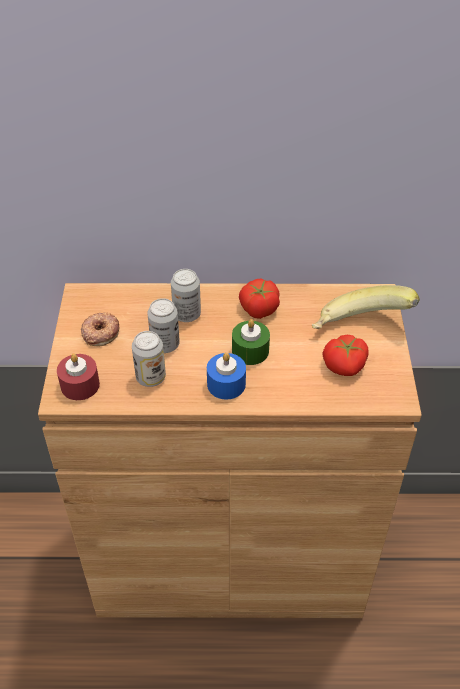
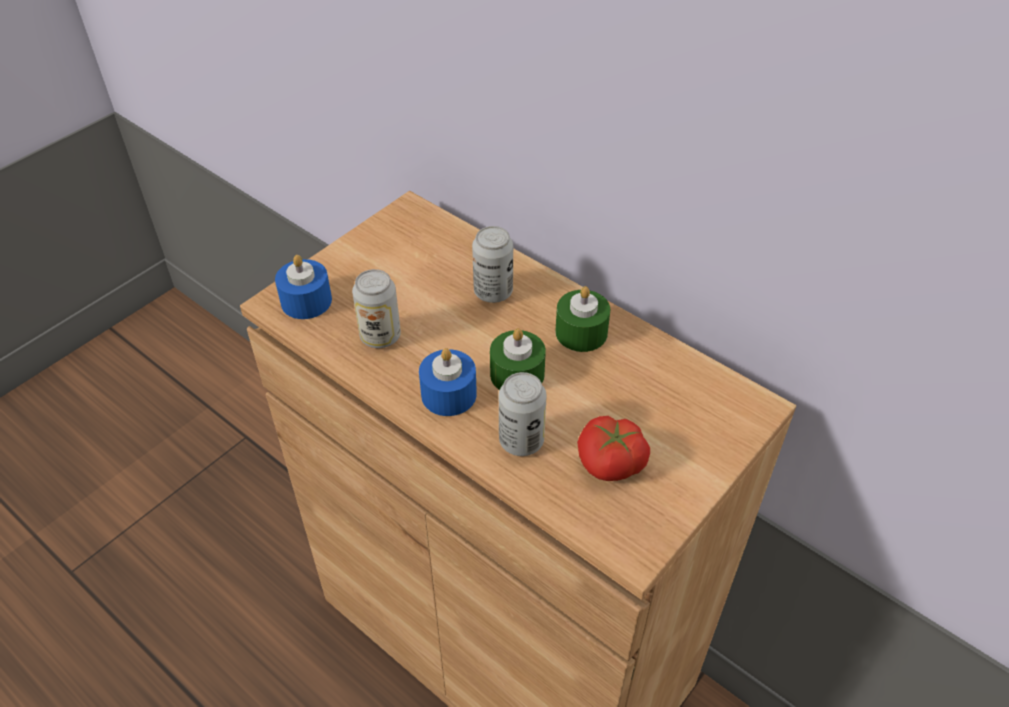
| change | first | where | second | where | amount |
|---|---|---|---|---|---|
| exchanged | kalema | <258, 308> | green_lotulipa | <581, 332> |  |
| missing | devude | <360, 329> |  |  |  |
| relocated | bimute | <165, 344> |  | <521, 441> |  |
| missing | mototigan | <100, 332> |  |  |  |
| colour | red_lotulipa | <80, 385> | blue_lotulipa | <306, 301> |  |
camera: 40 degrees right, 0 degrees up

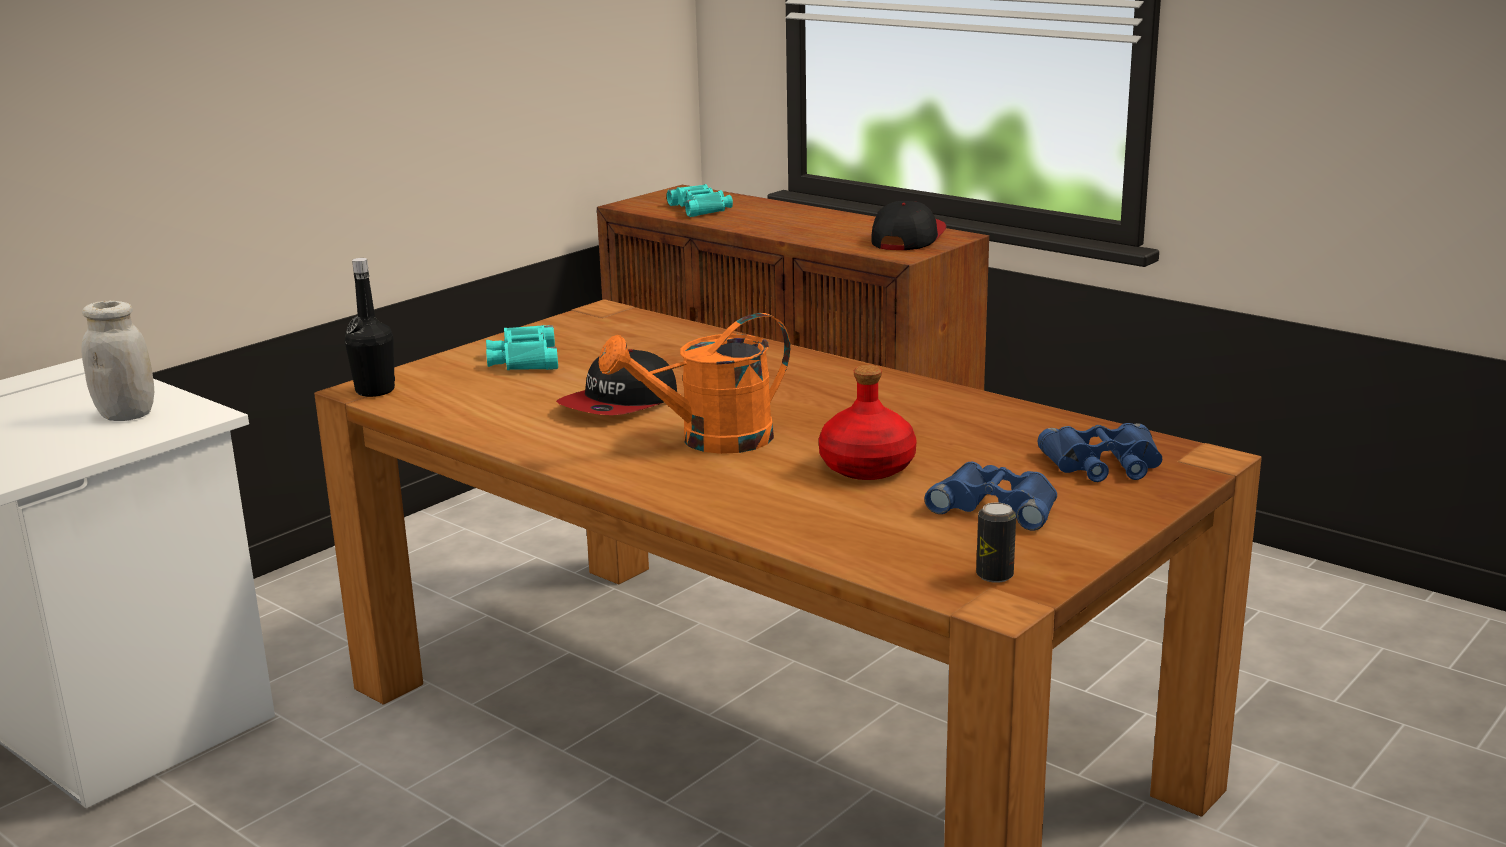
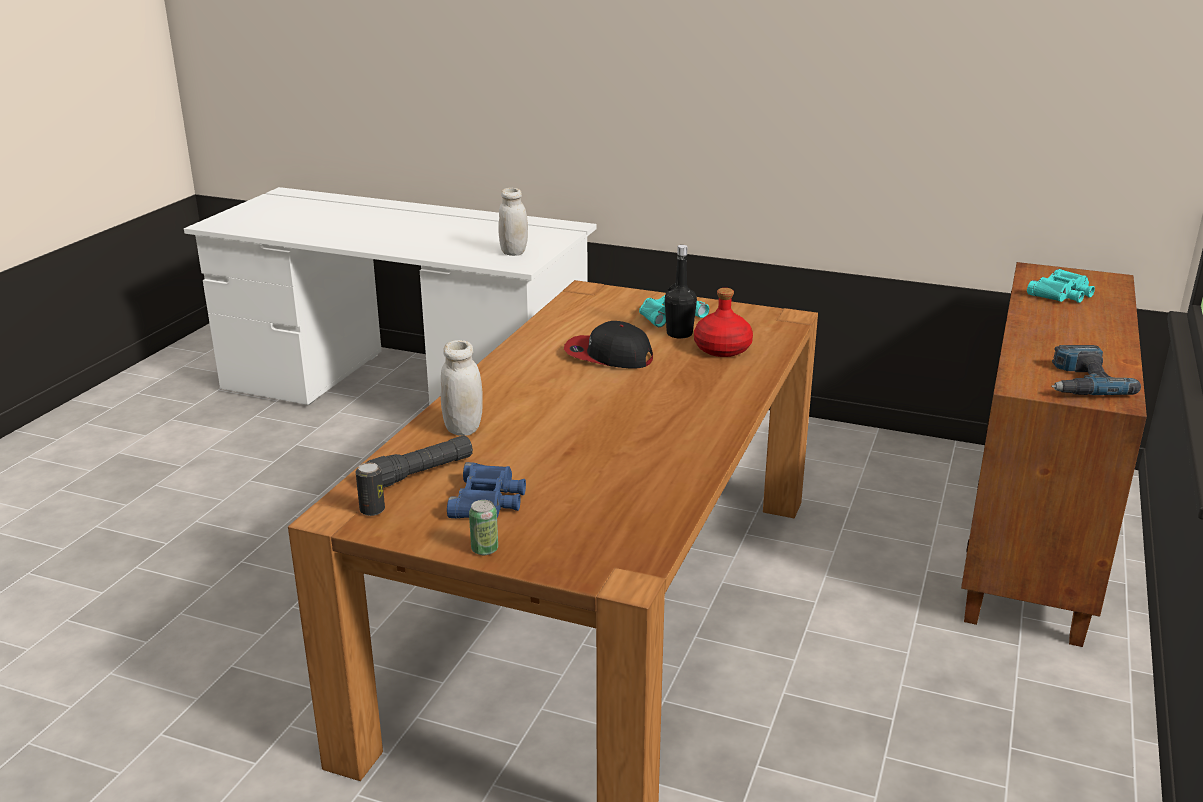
| change | first | where | second | where | amount |
|---|---|---|---|---|---|
| exchanged | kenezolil | <907, 238> | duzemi | <1080, 382> |  |
| relocated | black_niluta | <375, 391> |  | <679, 334> |  |
| missing | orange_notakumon | <711, 441> |  |  |  |
| relocated | red_niluta | <867, 467> |  | <723, 349> |  |
| missing | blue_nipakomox | <1103, 464> |  |  |  |
| appeared |  |  | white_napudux | <463, 428> |  |
| appeared |  |  | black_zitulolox | <420, 473> |  |
| appeared |  |  | bimute | <484, 549> |  |
camera: 70 degrees right, 5 degrees up

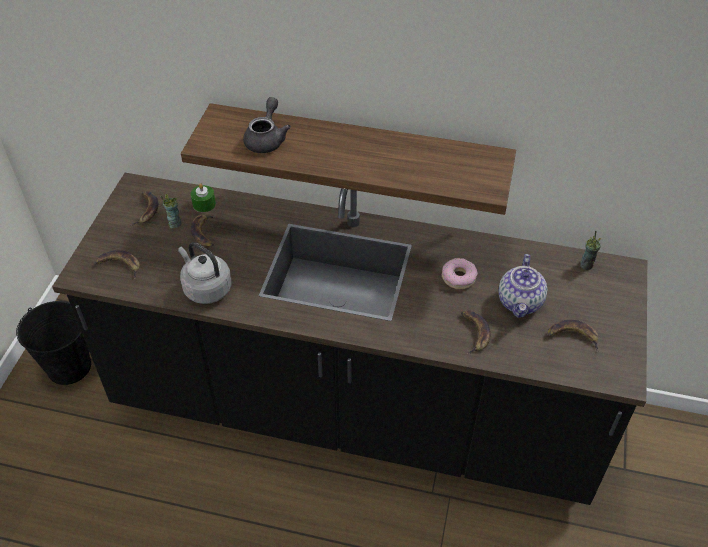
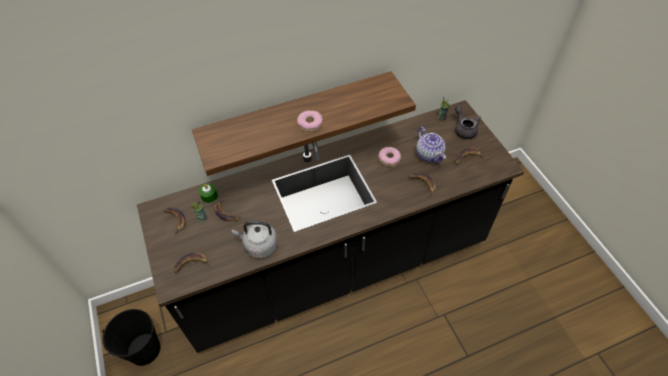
| change | first | where | second | where | amount |
|---|---|---|---|---|---|
| relocated | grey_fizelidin | <266, 139> |  | <464, 129> |  |
| appeared |  |  | mototigan | <310, 124> |  |
camera: 35 degrees left, 5 degrees up

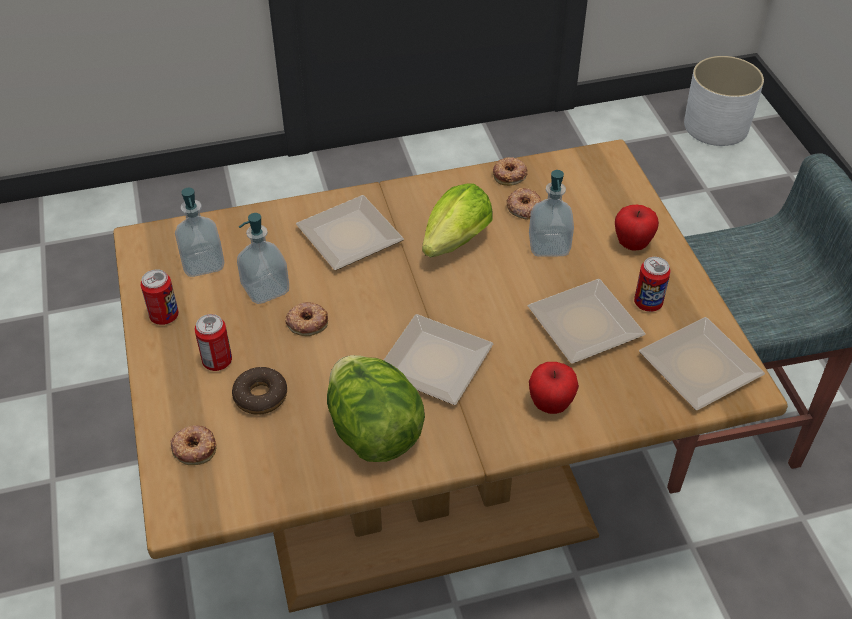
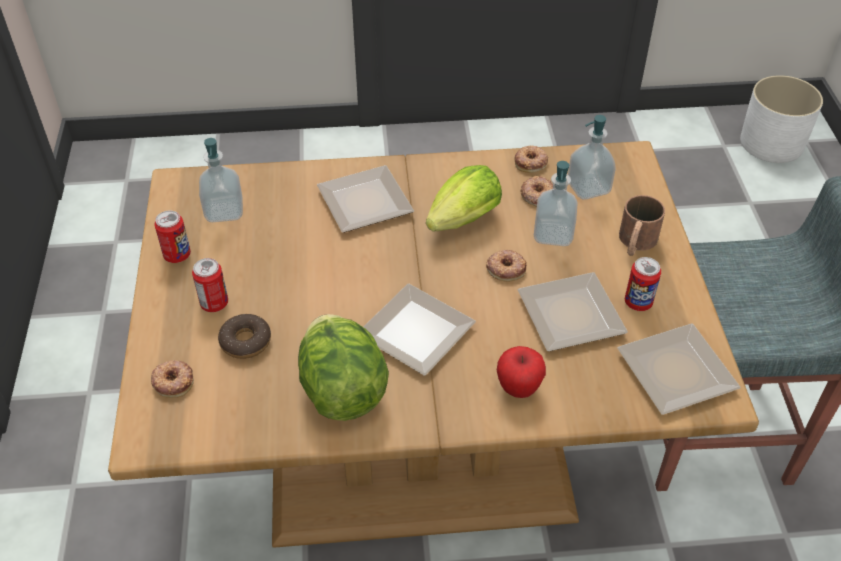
| change | first | where | second | where | amount |
|---|---|---|---|---|---|
| exchanged | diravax | <632, 244> | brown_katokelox | <635, 243> |  |
| relocated | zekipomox | <265, 289> |  | <588, 188> |  |
| relocated | mototigan | <307, 322> |  | <506, 268> |  |
camera: 10 degrees right, 0 degrees up

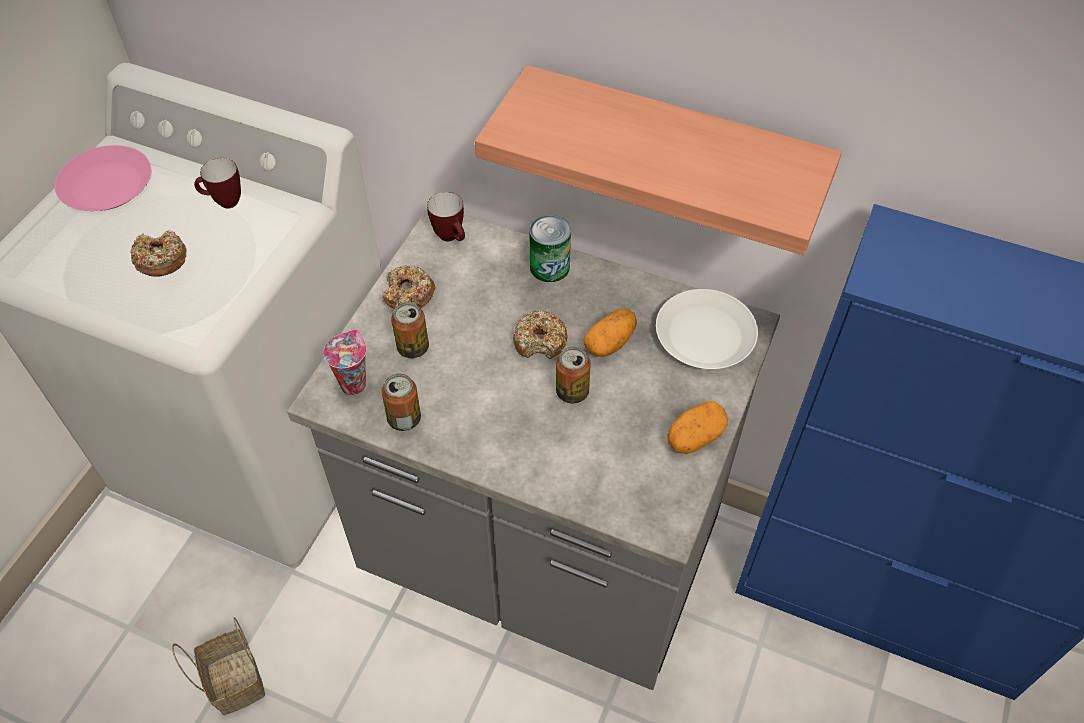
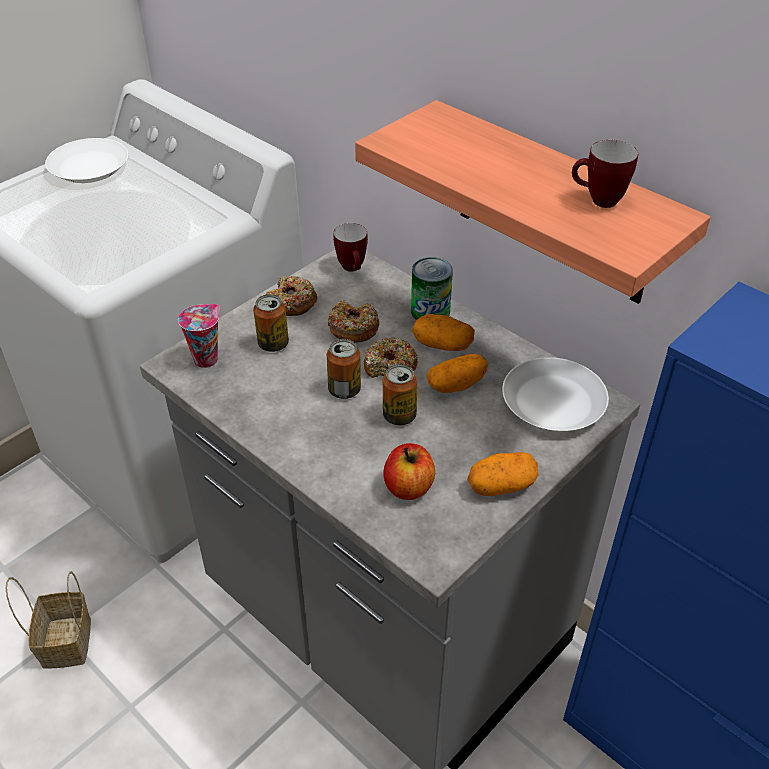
| change | first | where | second | where | amount |
|---|---|---|---|---|---|
| colour | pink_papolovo | <108, 186> | white_papolovo | <90, 167> |  |
| relocated | katokelox | <223, 202> |  | <597, 201> |  |
| relocated | mototigan | <161, 260> |  | <353, 328> |  |
| relocated | bimute | <404, 419> |  | <344, 390> |  |
| appeared |  |  | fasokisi | <442, 345> |  |
| appeared |  |  | diravax | <409, 487> |  |
camera: 20 degrees right, 10 degrees down

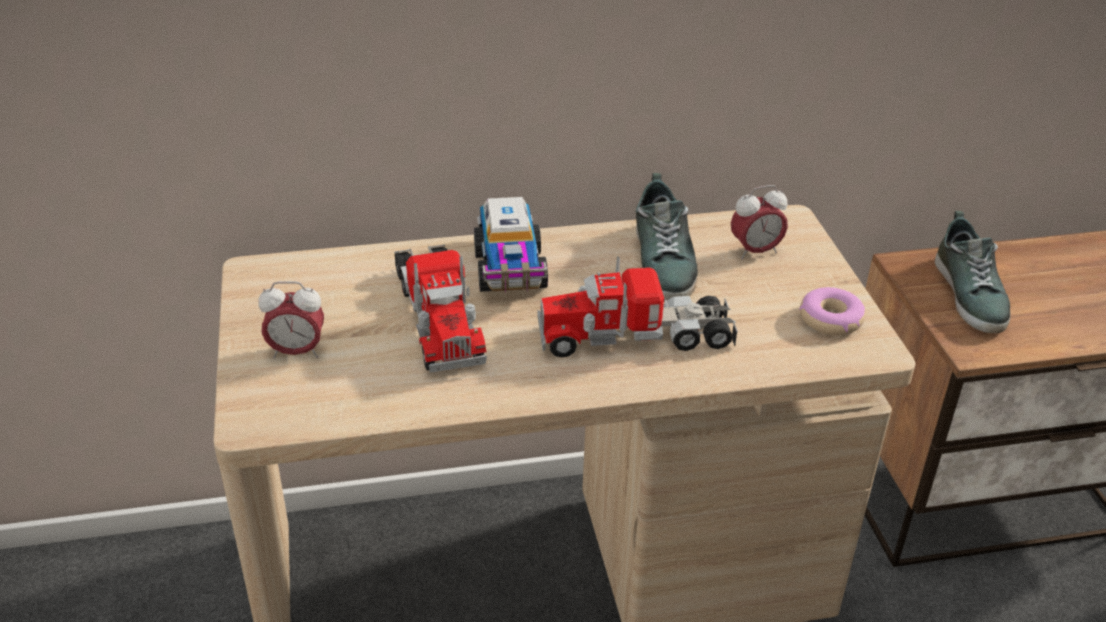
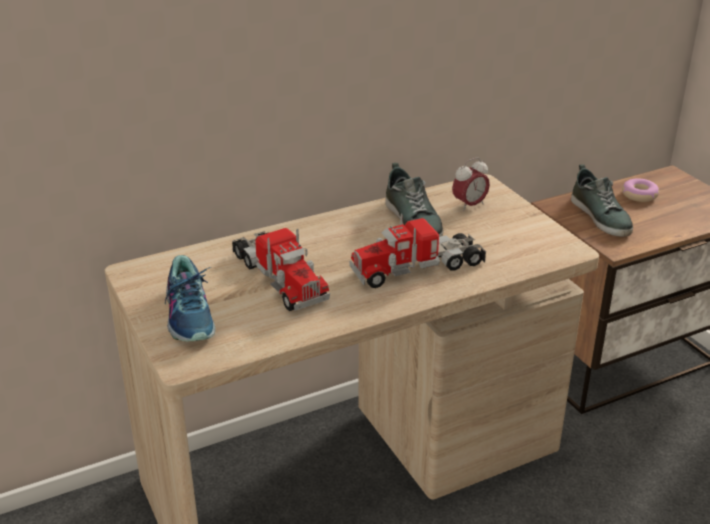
| change | first | where | second | where | amount |
|---|---|---|---|---|---|
| missing | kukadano | <510, 270> |  |  |  |
| exchanged | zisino | <297, 352> | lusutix | <191, 316> |  |
| relocated | mototigan | <831, 319> |  | <639, 195> |  |
camera: 15 degrees left, 5 degrees down

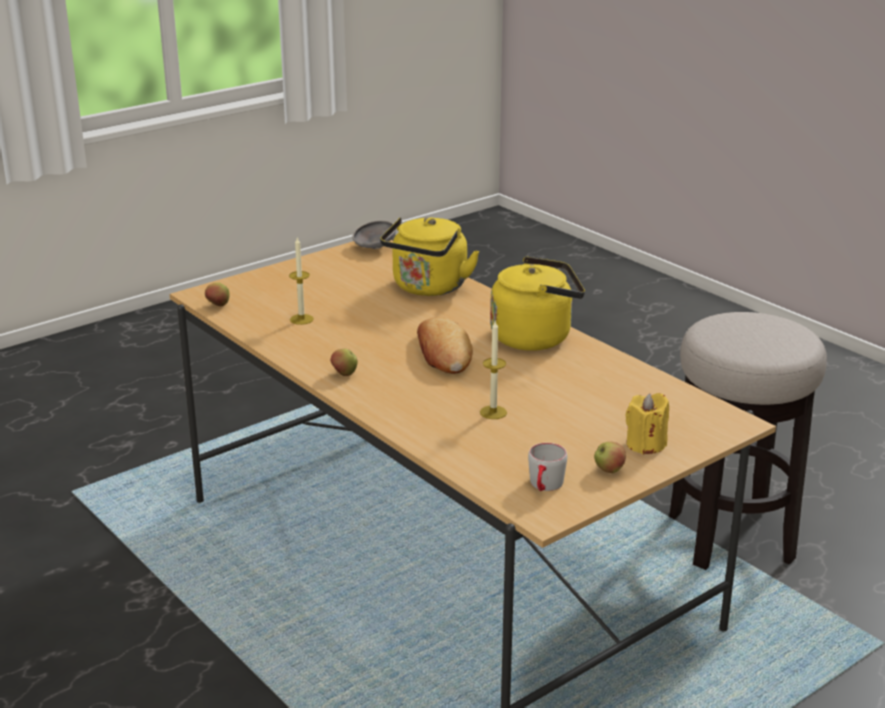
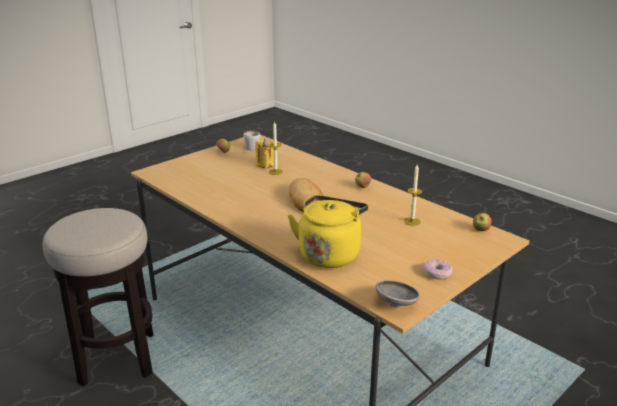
| change | first | where | second | where | amount |
|---|---|---|---|---|---|
| missing | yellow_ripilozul | <535, 337> |  |  |  |
| relocated | yellow_lotulipa | <645, 444> |  | <265, 164> |  |
| appeared |  |  | mototigan | <437, 273> |  |
camera: 175 degrees right, 0 degrees up

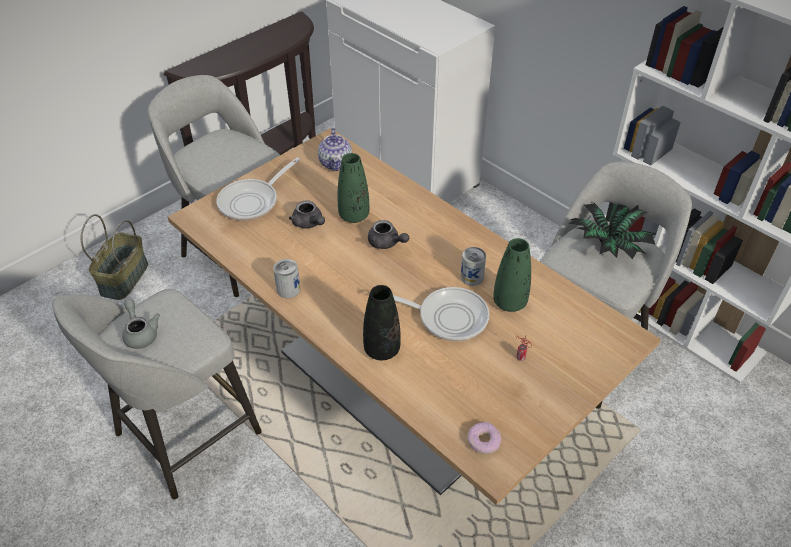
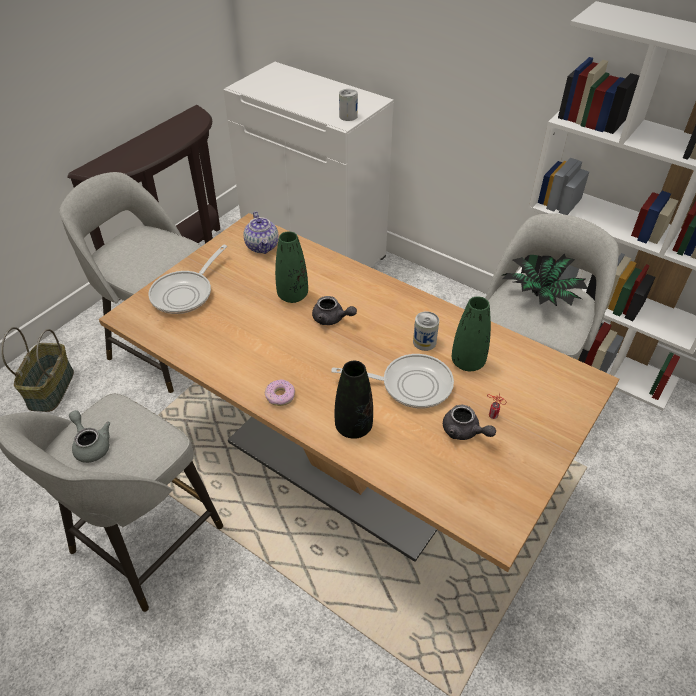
| change | first | where | second | where | amount |
|---|---|---|---|---|---|
| relocated | grey_fizelidin | <309, 224> |  | <464, 432> |  |
| relocated | bimute | <288, 289> |  | <348, 116> |  |
| relocated | mototigan | <483, 441> |  | <280, 396> |  |
camera: 10 degrees left, 0 degrees up

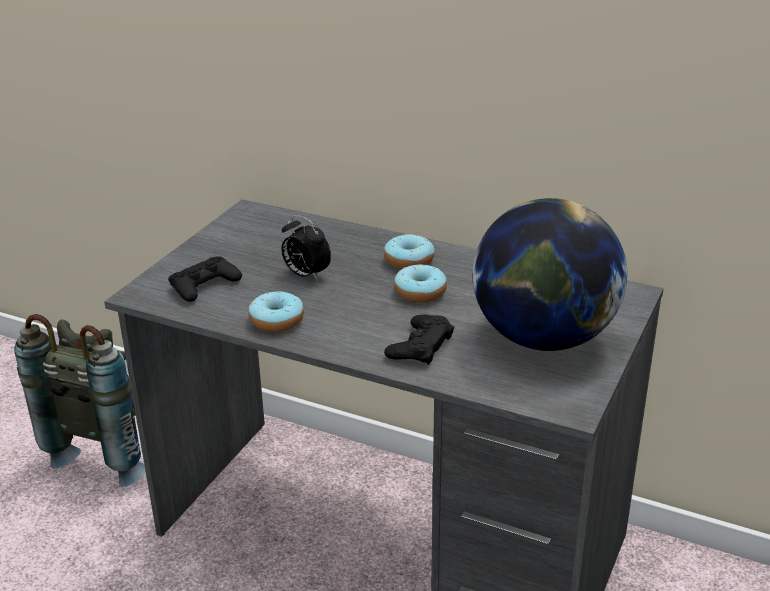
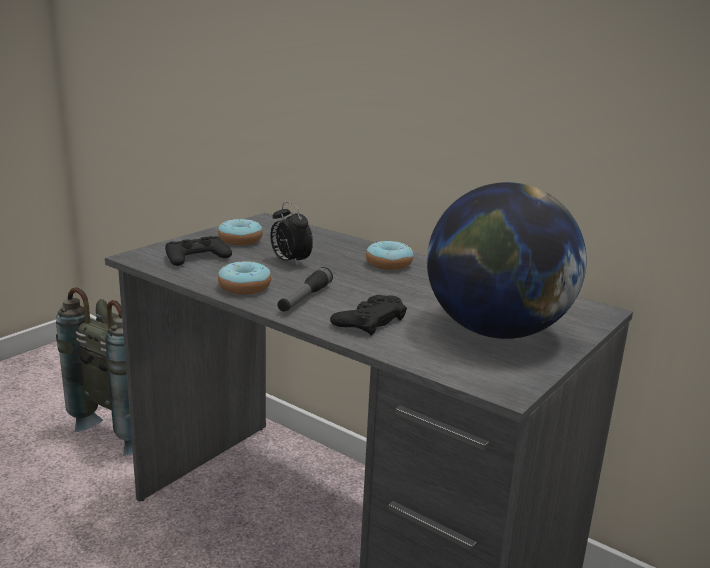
| change | first | where | second | where | amount |
|---|---|---|---|---|---|
| relocated | mototigan | <420, 292> |  | <240, 240> |  |
| appeared |  |  | zitulolox | <304, 298> |  |
camera: 10 degrees right, 10 degrees down

